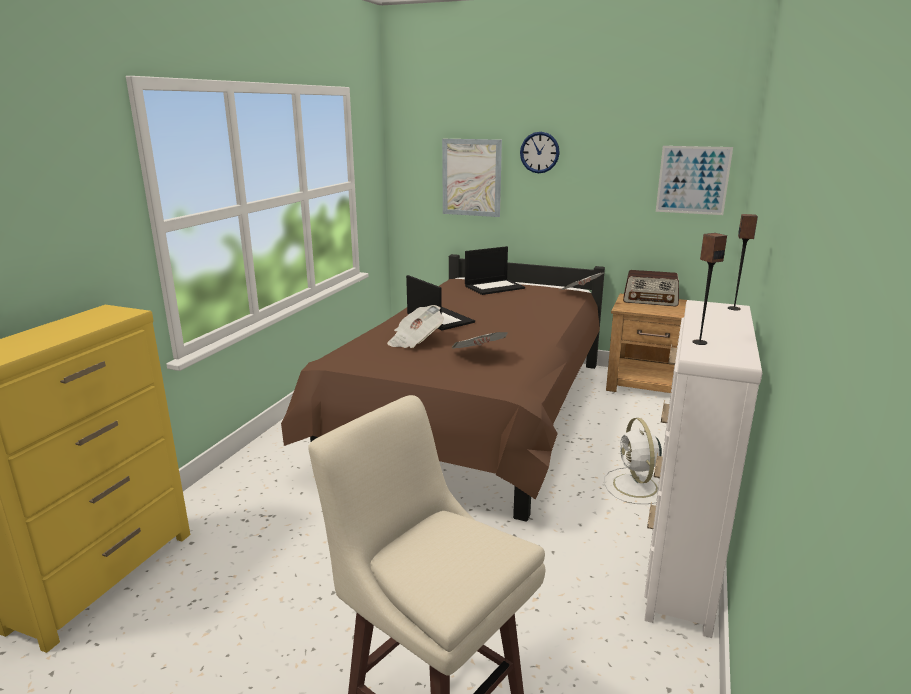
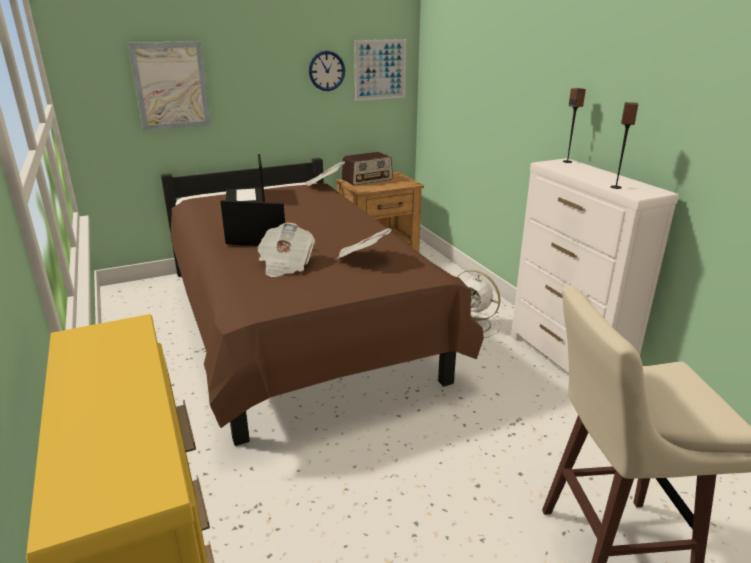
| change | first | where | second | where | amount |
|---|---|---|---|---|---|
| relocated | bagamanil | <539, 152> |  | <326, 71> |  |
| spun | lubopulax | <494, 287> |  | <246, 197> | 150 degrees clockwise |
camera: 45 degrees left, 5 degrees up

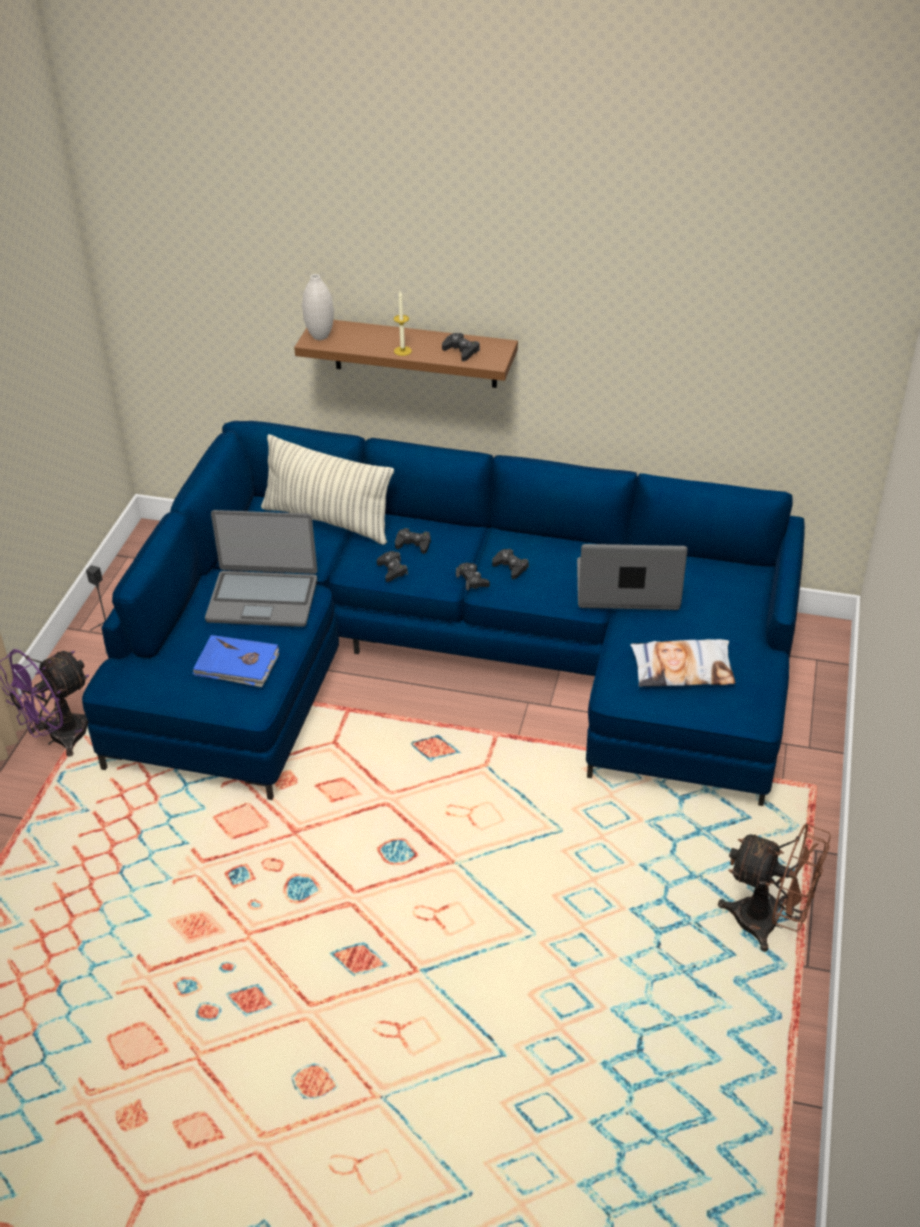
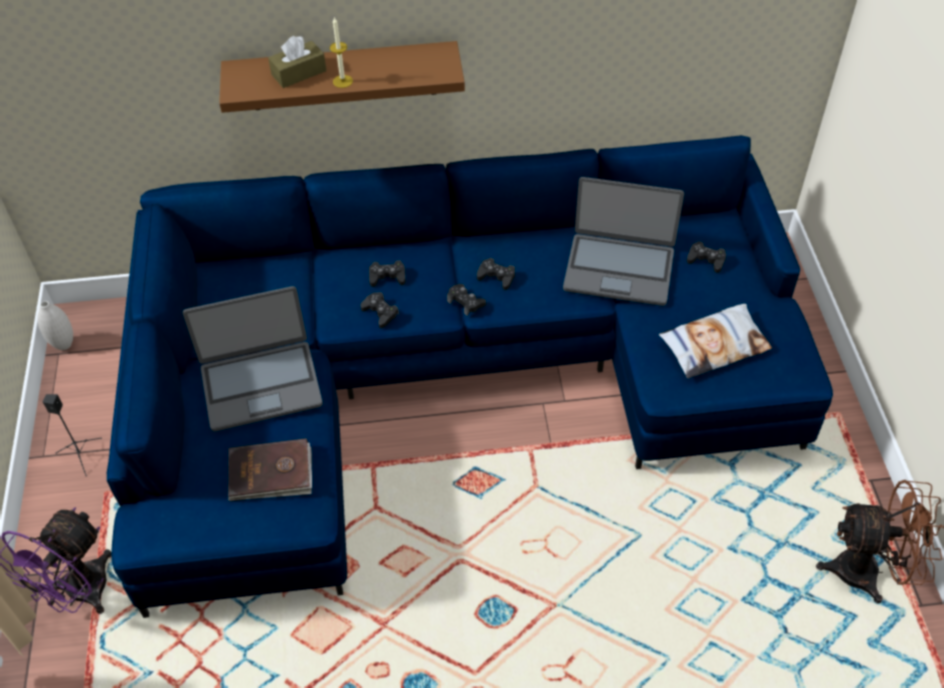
| change | first | where | second | where | amount |
|---|---|---|---|---|---|
| relocated | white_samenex | <320, 336> |  | <64, 345> |  |
| relocated | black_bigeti | <461, 351> |  | <706, 260> |  |
| missing | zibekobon | <328, 520> |  |  |  |
| spun | lubopulax | <627, 587> |  | <619, 269> | 150 degrees counterclockwise |
| colour | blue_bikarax | <237, 664> | brown_bikarax | <271, 473> |  |
| appeared |  |  | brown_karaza | <299, 73> |  |
camera: 20 degrees left, 10 degrees up

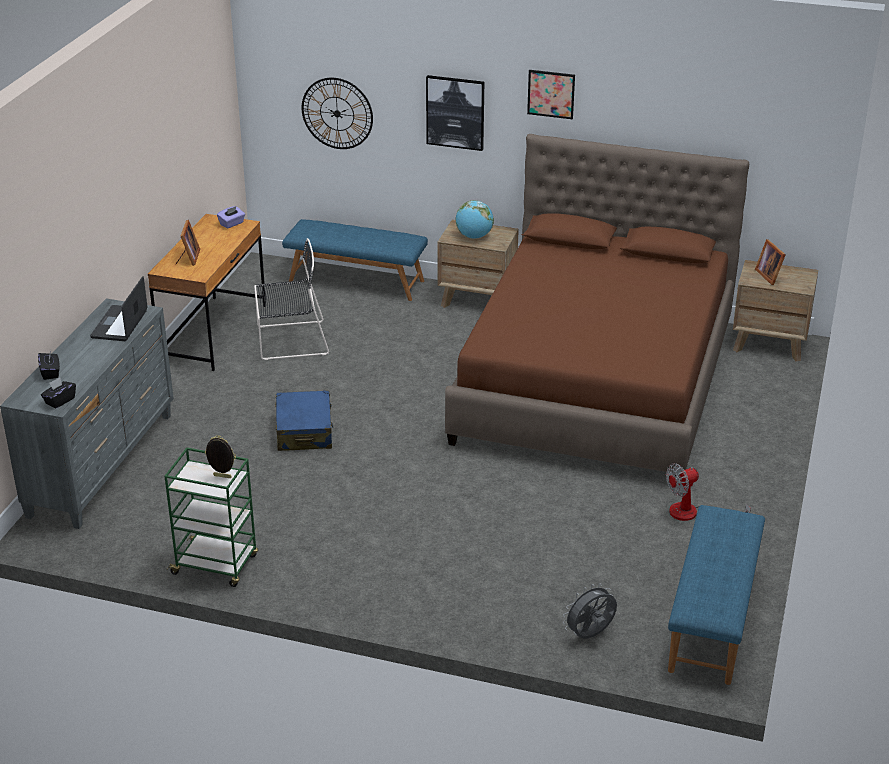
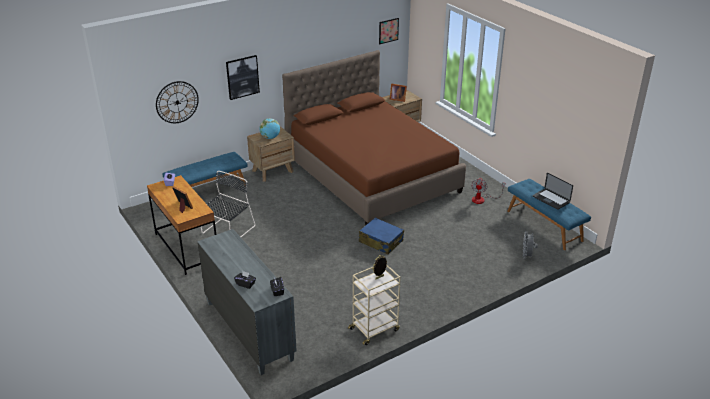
| change | first | where | second | where | amount |
|---|---|---|---|---|---|
| relocated | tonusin | <551, 94> |  | <388, 30> |  |
| relocated | lubopulax | <119, 324> |  | <551, 199> |  |
| relocated | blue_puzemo | <304, 431> |  | <381, 241> |  |
| colour | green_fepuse | <216, 565> | beige_fepuse | <374, 329> |  |
camera: 50 degrees left, 0 degrees up

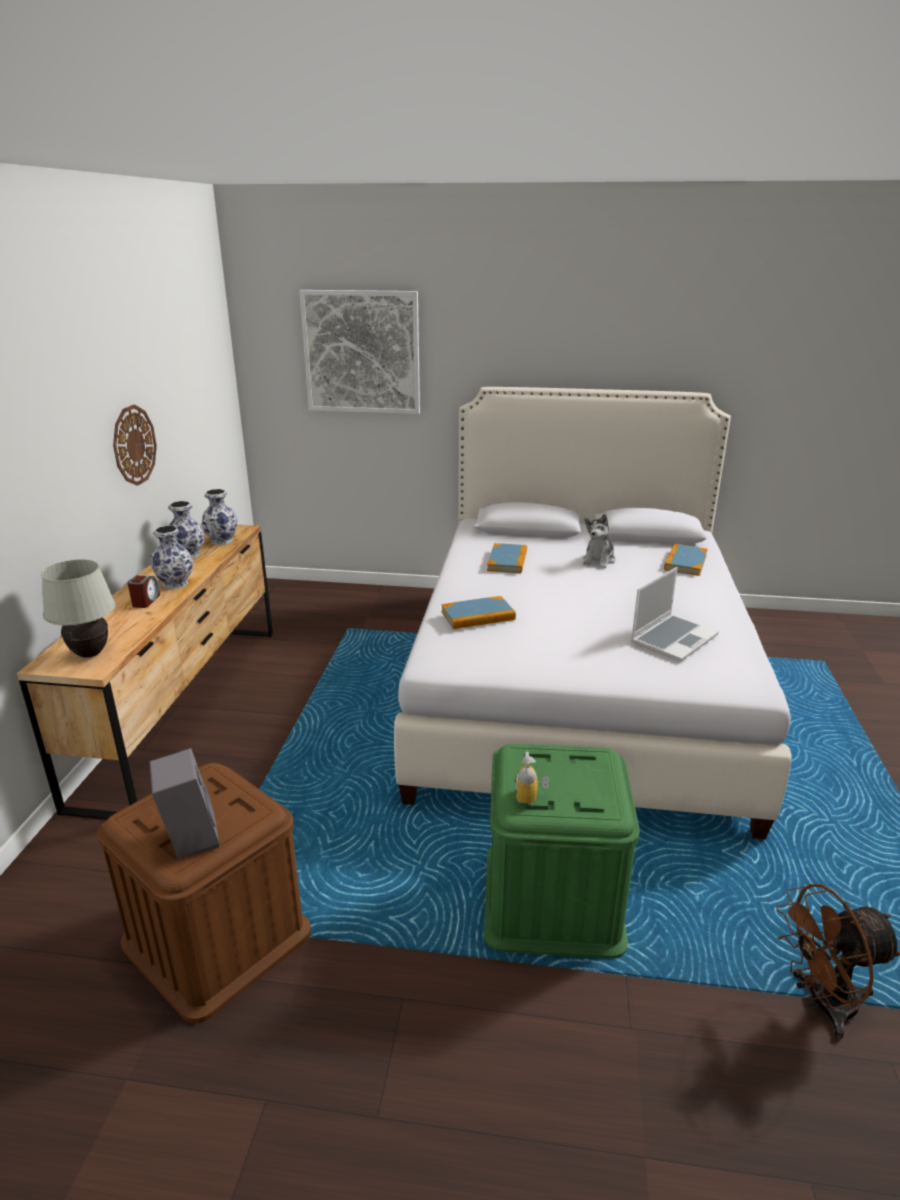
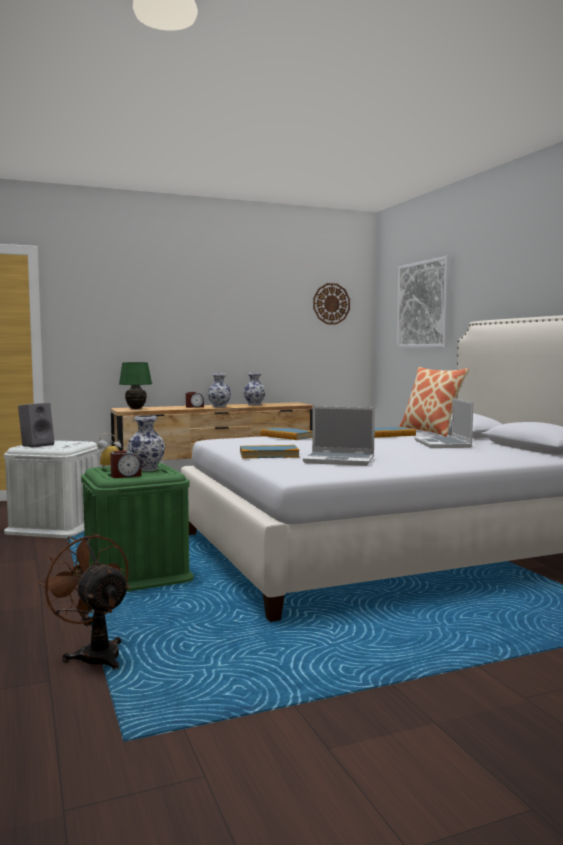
| change | first | where | second | where | amount |
|---|---|---|---|---|---|
| relocated | bagamanil | <134, 445> |  | <331, 304> |  |
| relocated | samenex | <222, 540> |  | <147, 469> |  |
| exchanged | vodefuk | <599, 560> | lubopulax | <443, 444> |  |
| relocated | bikarax | <685, 562> |  | <269, 455> |  |
| colour | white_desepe | <90, 654> | green_desepe | <136, 409> |  |
| colour | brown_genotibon | <217, 937> | white_genotibon | <56, 526> |  |
| appeared |  |  | zibekobon | <431, 432> |  |
| appeared |  |  | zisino | <125, 476> |  |
camera: 60 degrees right, 20 degrees down

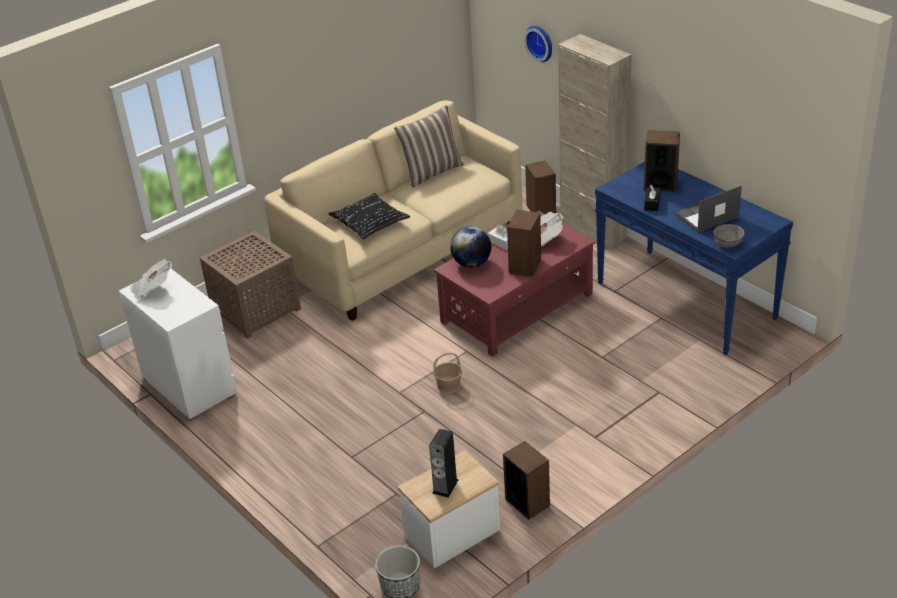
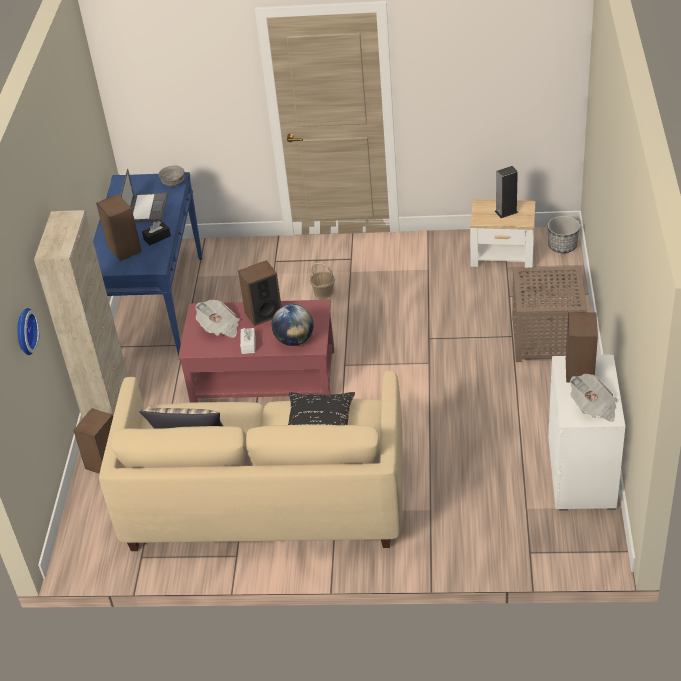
| change | first | where | second | where | amount |
|---|---|---|---|---|---|
| spun | lubopulax | <706, 216> |  | <147, 208> | 105 degrees counterclockwise |
| relocated | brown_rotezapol | <256, 308> |  | <546, 339> |  |
| relocated | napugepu | <449, 385> |  | <323, 291> |  |
| relocated | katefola | <527, 502> |  | <579, 370> |  |
camera: 135 degrees left, 5 degrees up

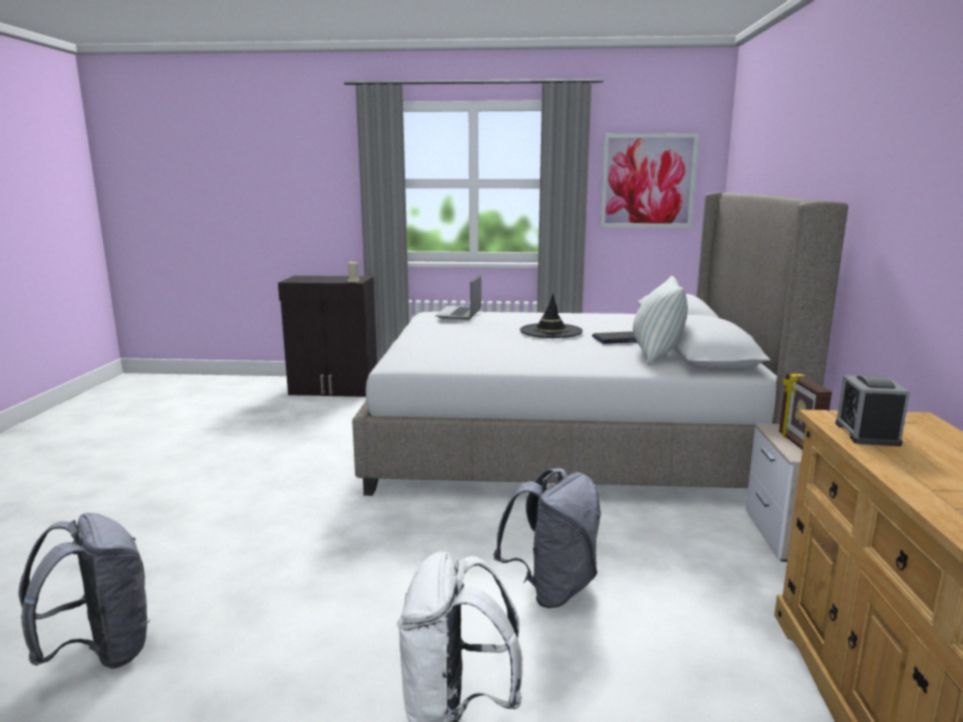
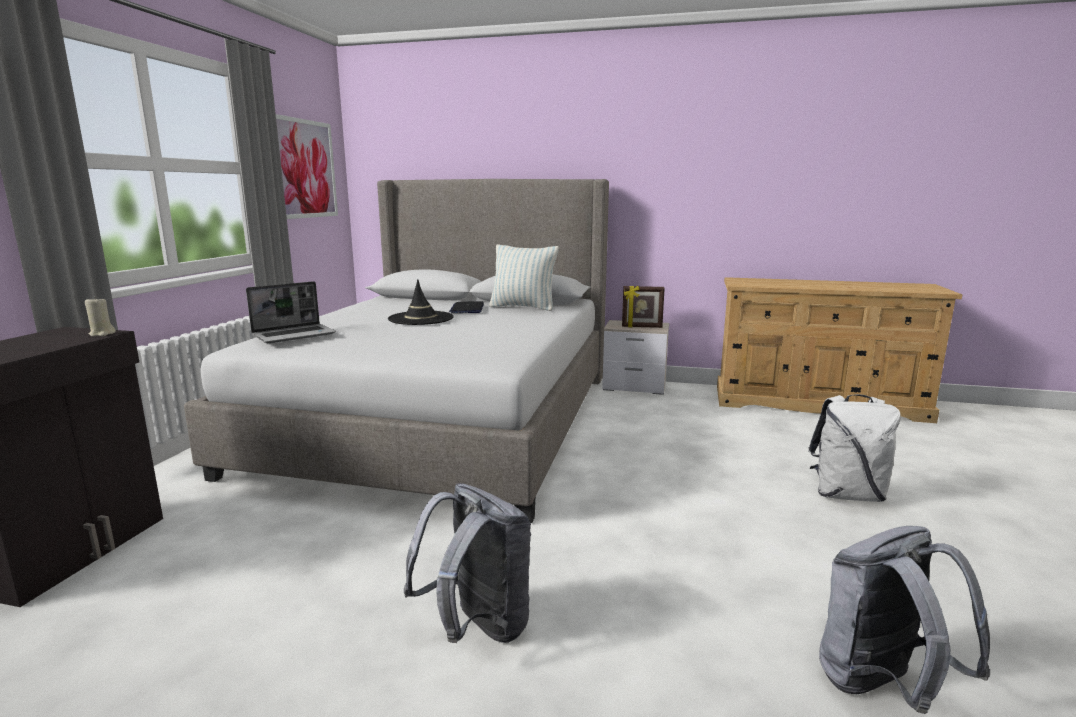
| change | first | where | second | where | amount |
|---|---|---|---|---|---|
| spun | lubopulax | <459, 314> |  | <295, 335> | 60 degrees counterclockwise |
| missing | zisino | <867, 433> |  |  |  |
| relocated | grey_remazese | <552, 589> |  | <477, 627> |  |
camera: 80 degrees left, 0 degrees up

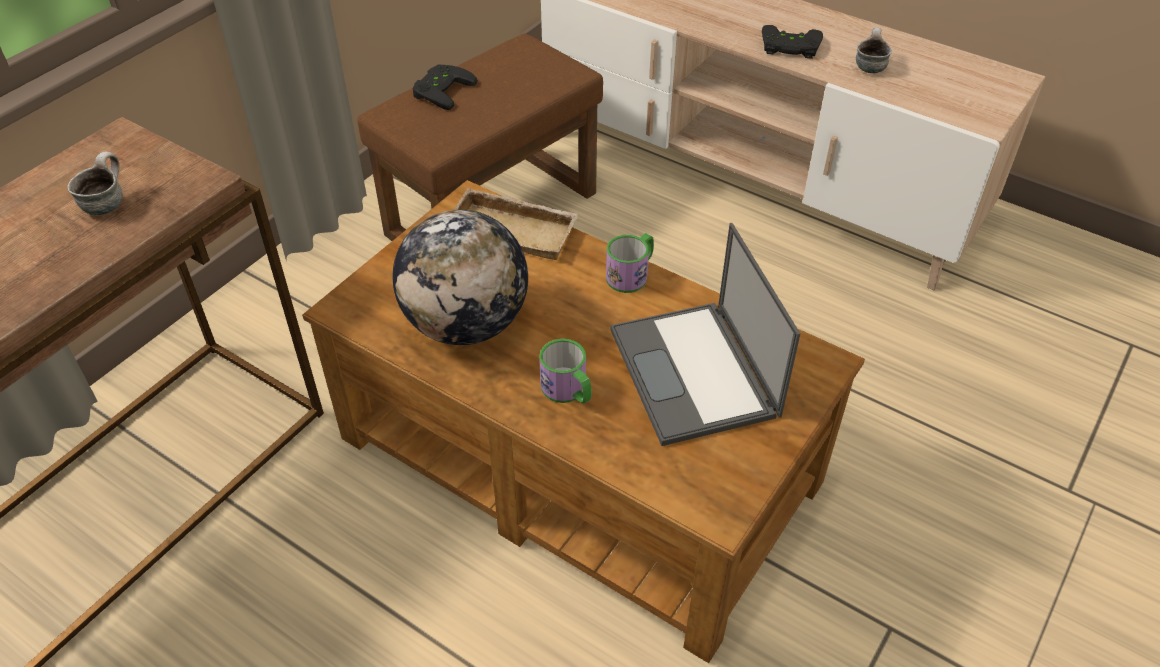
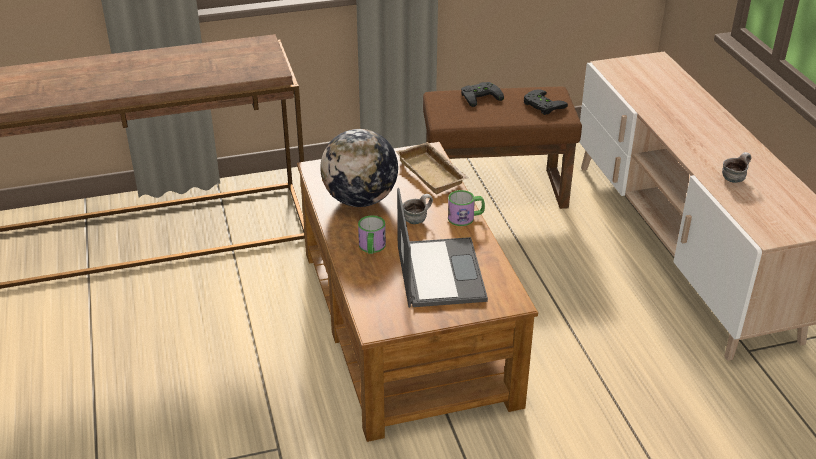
| change | first | where | second | where | amount |
|---|---|---|---|---|---|
| relocated | black_bigeti | <789, 47> |  | <541, 105> |  |
| relocated | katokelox | <106, 203> |  | <417, 219> |  |
| spun | lubopulax | <695, 373> |  | <439, 272> | 150 degrees clockwise |
camera: 40 degrees right, 10 degrees down

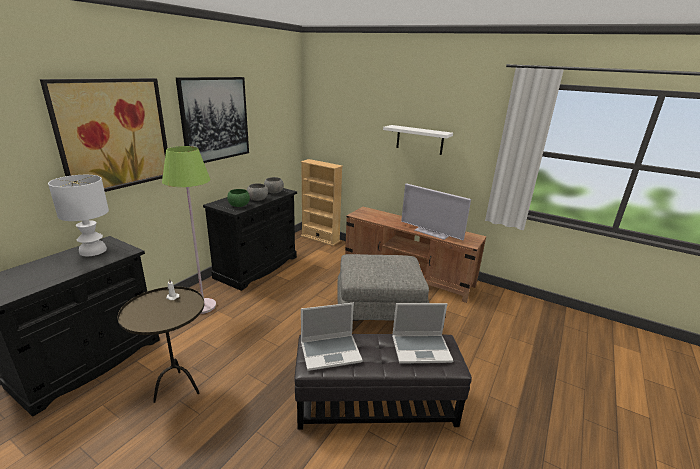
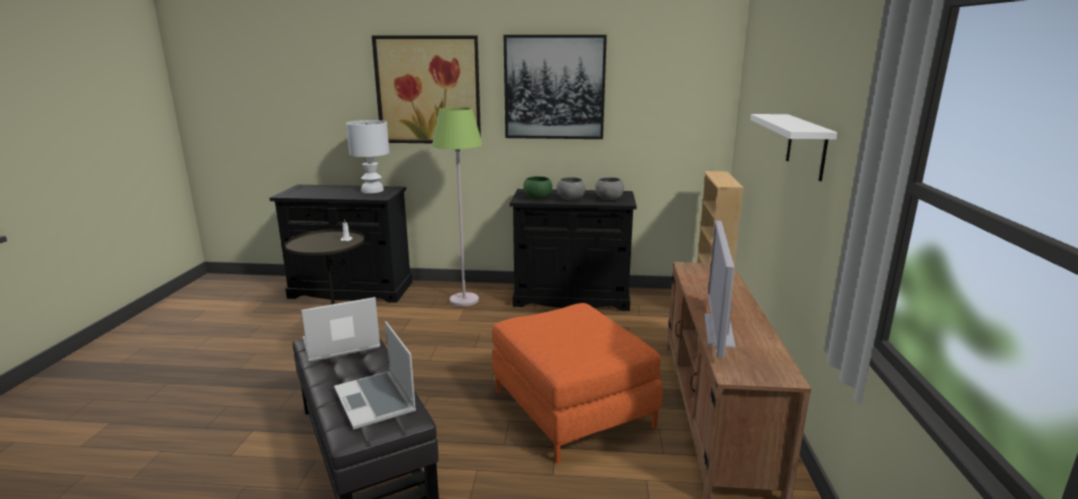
| change | first | where | second | where | amount |
|---|---|---|---|---|---|
| colour | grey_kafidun | <379, 309> | orange_kafidun | <573, 408> |  |
| spun | lubopulax | <331, 352> |  | <340, 345> | 105 degrees clockwise |
camera: 65 degrees right, 5 degrees down

